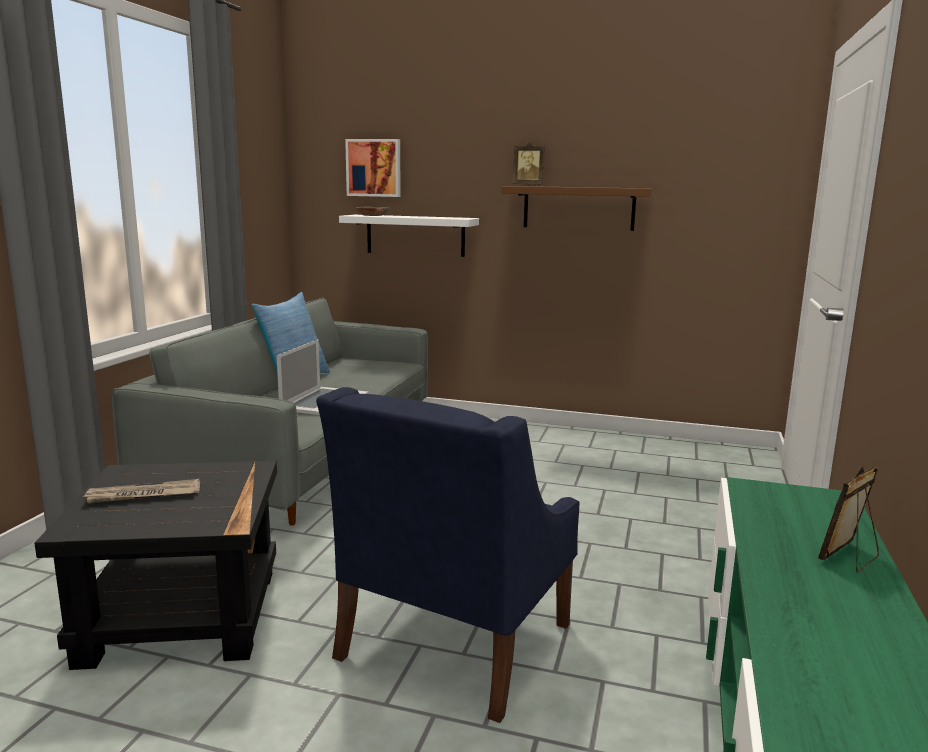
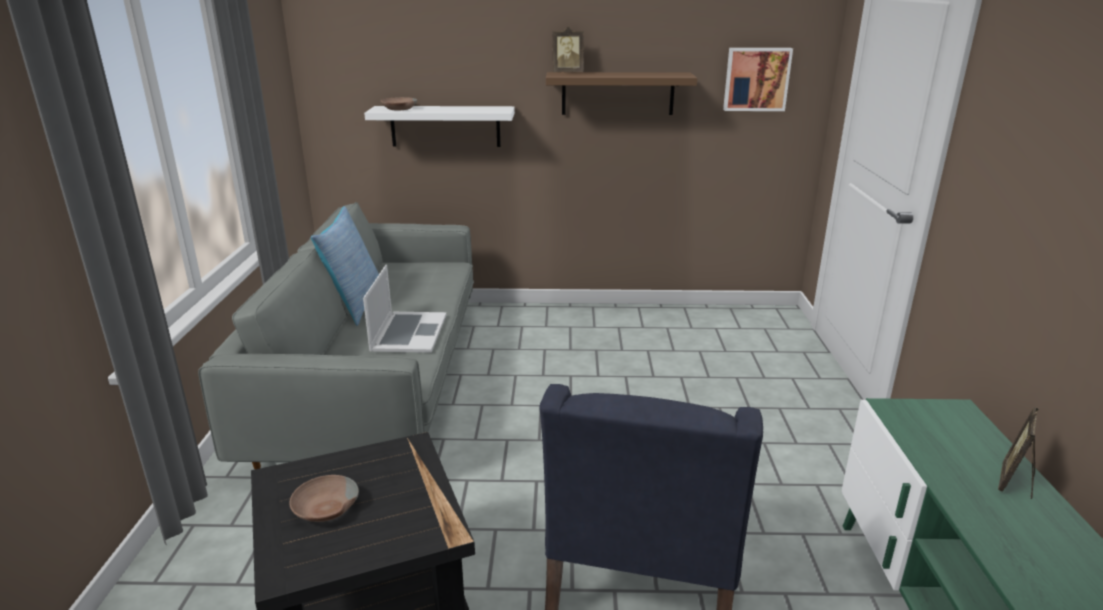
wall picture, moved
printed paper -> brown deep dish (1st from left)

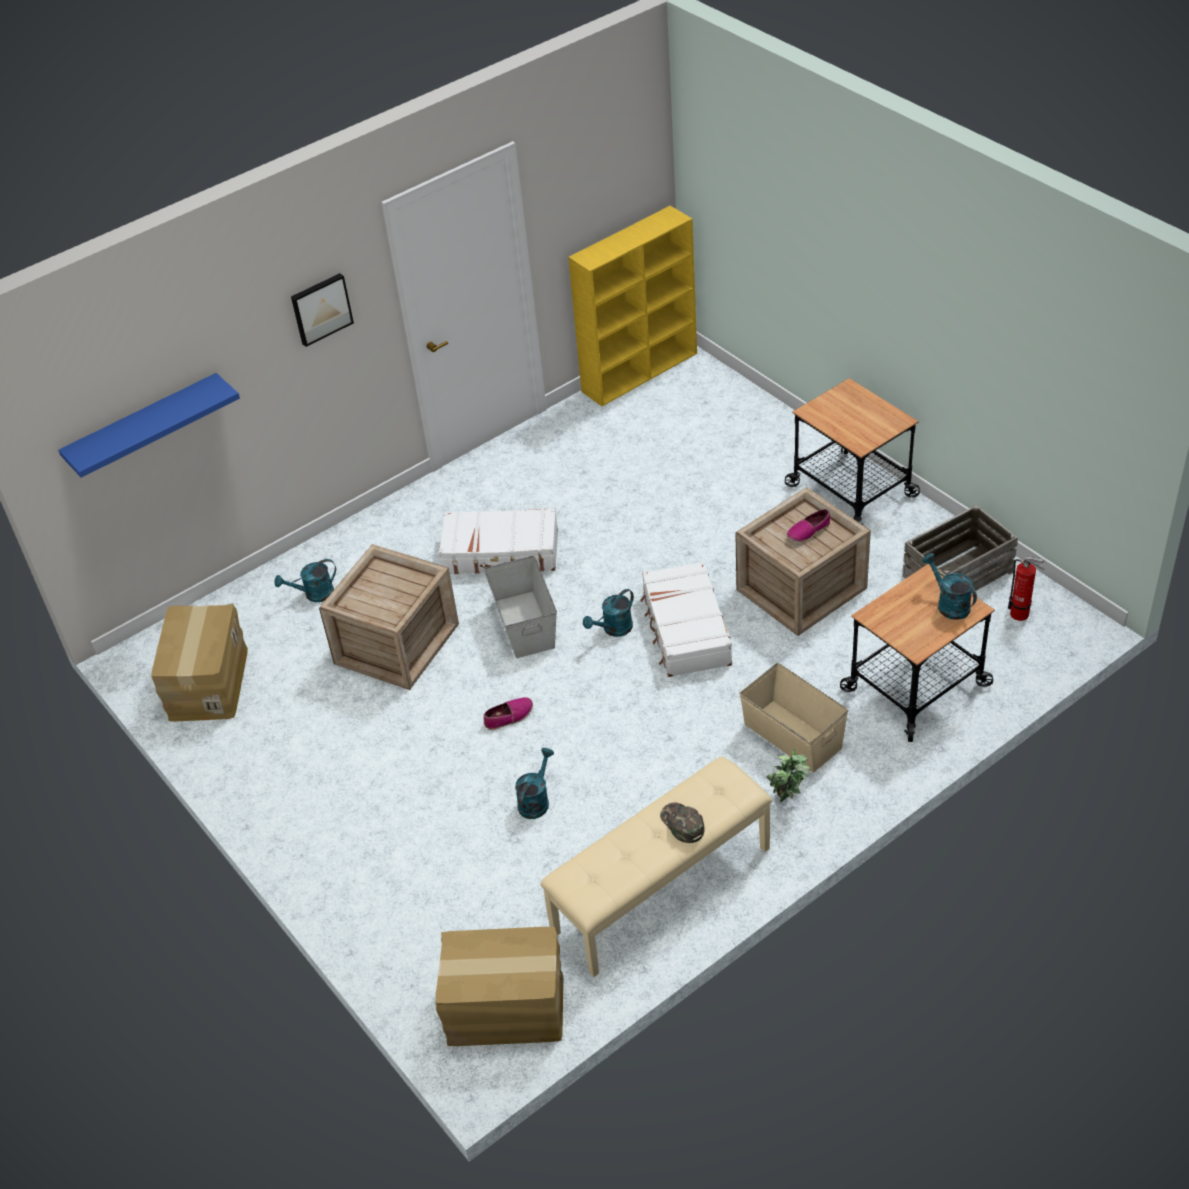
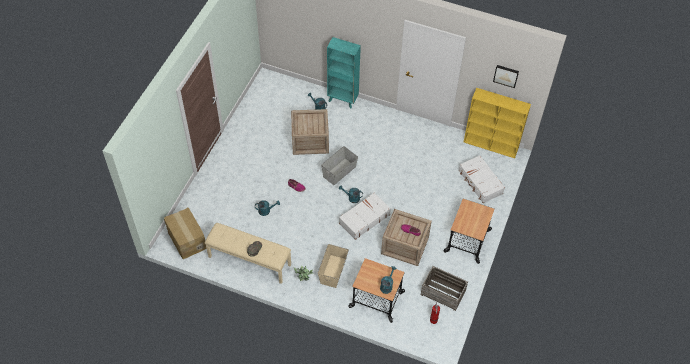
wall picture, moved
blue bracket shelf -> none
whitish piece of luggage (1st from left in the first image) -> whitish piece of luggage (2nd from left), moved
cardboard box (1st from left) -> none
none -> turquoise bookshelf

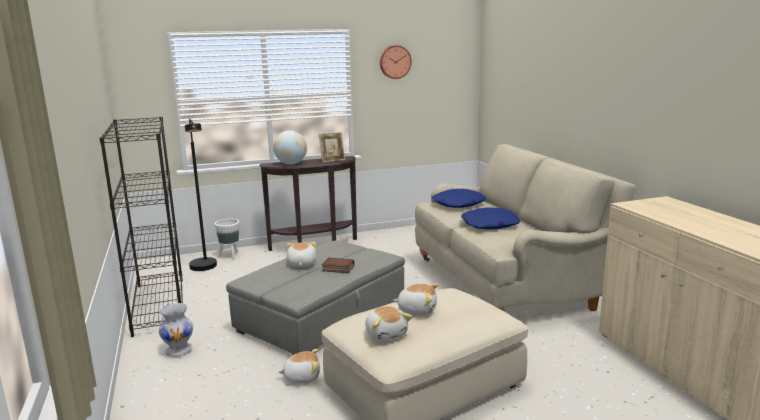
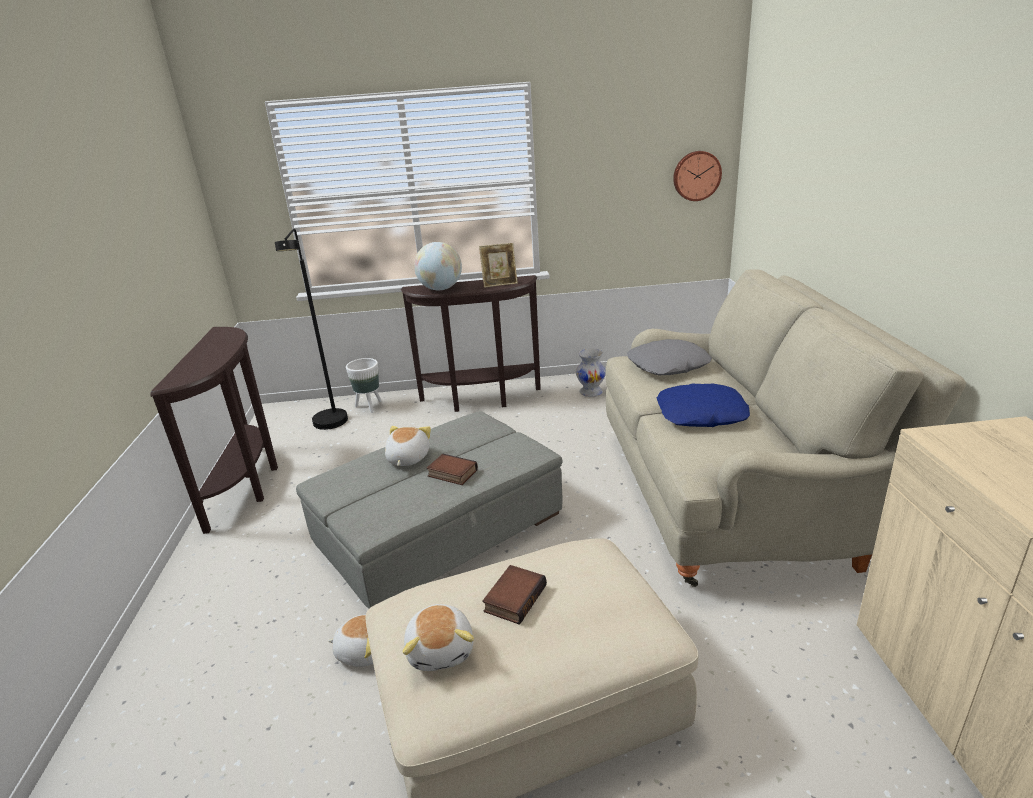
clock on the wall, moved
blackish bookshelf -> brown console table (1st from left)
blue pillow (1st from left) -> greyish pillow
soft toy (4th from left) -> volume (2nd from left)
whitish decorative vase, moved

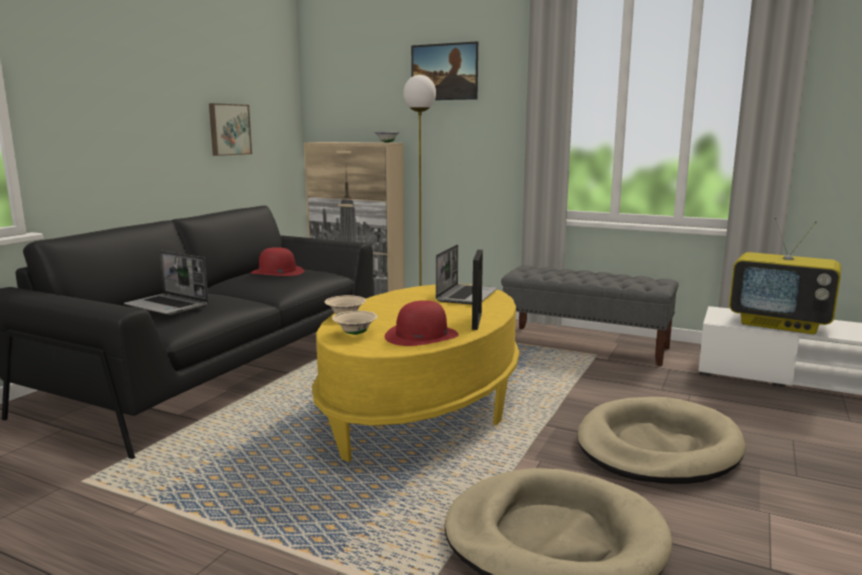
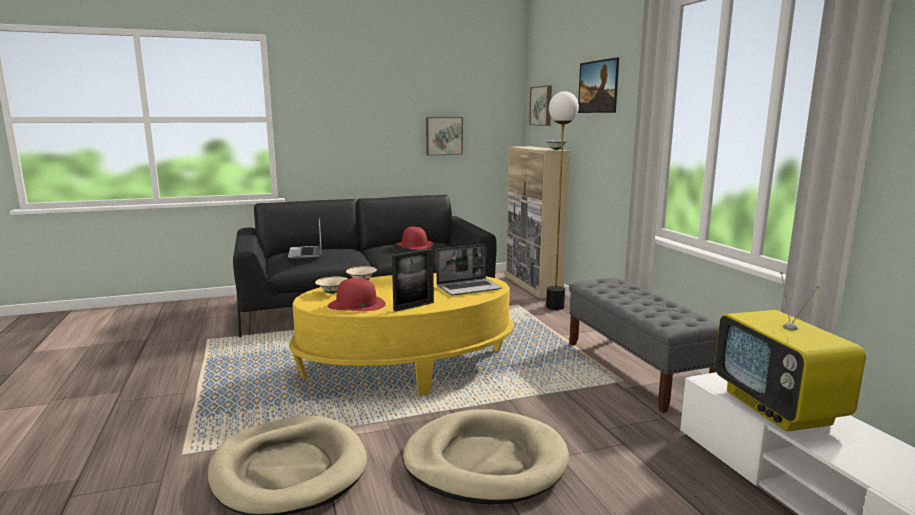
none -> wall picture (2nd from left)

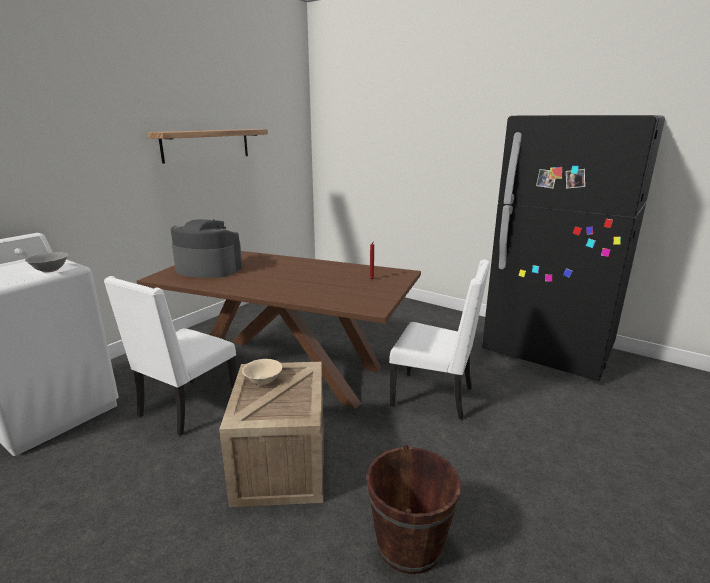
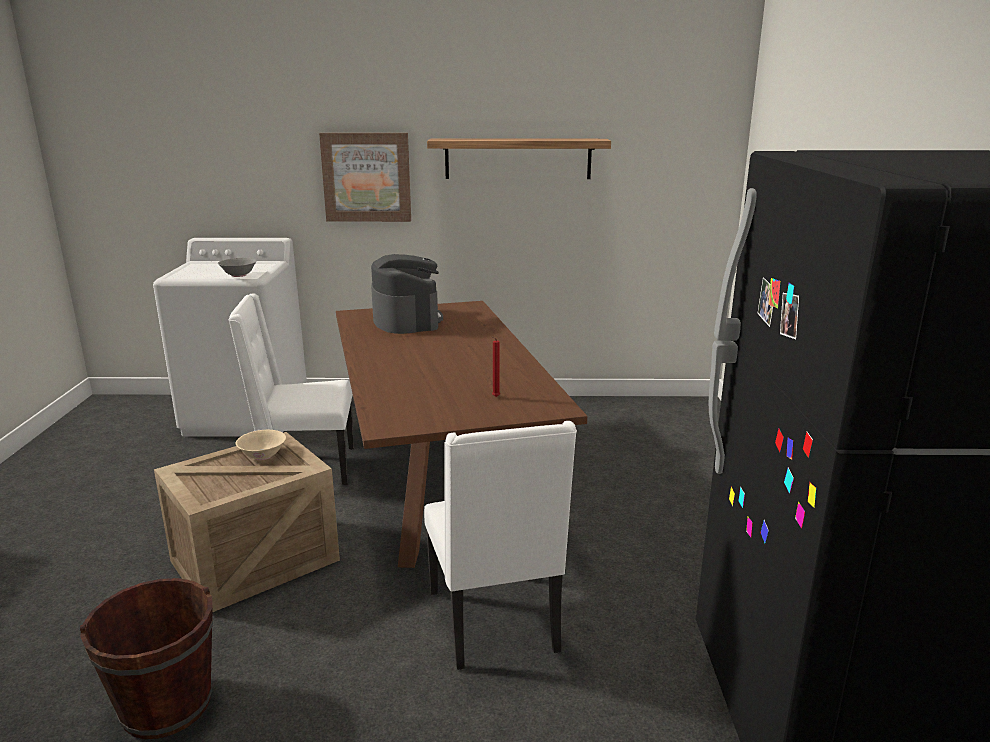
none -> wall picture

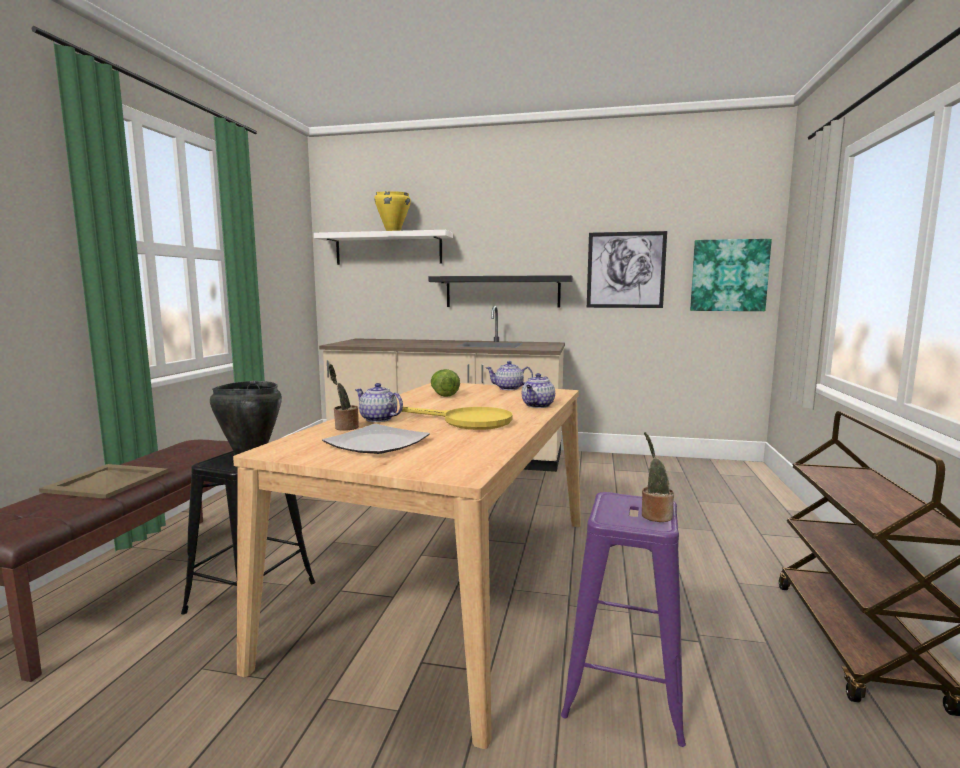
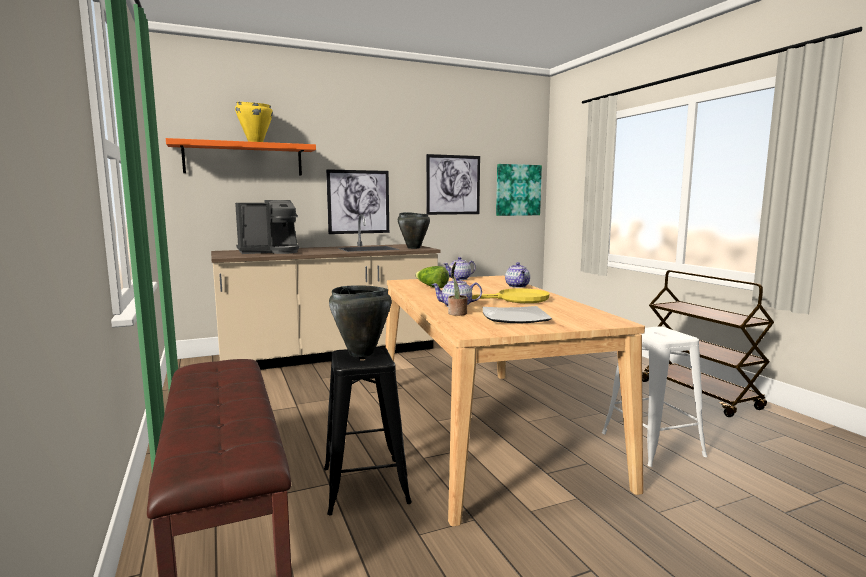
whitish bracket shelf -> orange-coloured bracket shelf
blackish bracket shelf -> wall picture (1st from left)
potted plant (2nd from left) -> none
beige-coloured carrying tray -> none
purple stool -> whitish stool
none -> coffee maker
none -> blackish cooking pot (2nd from left)

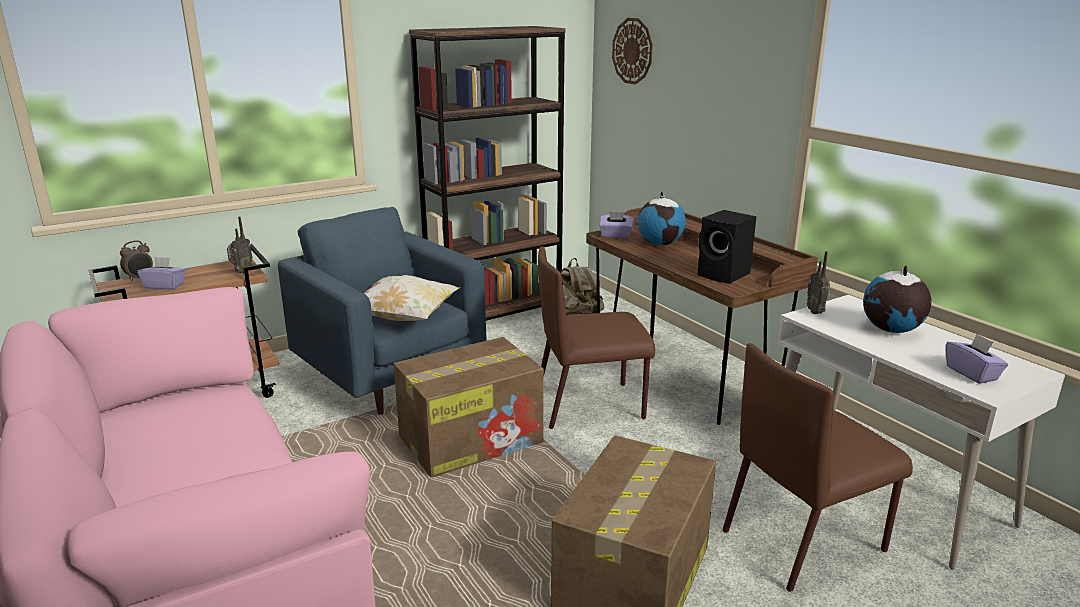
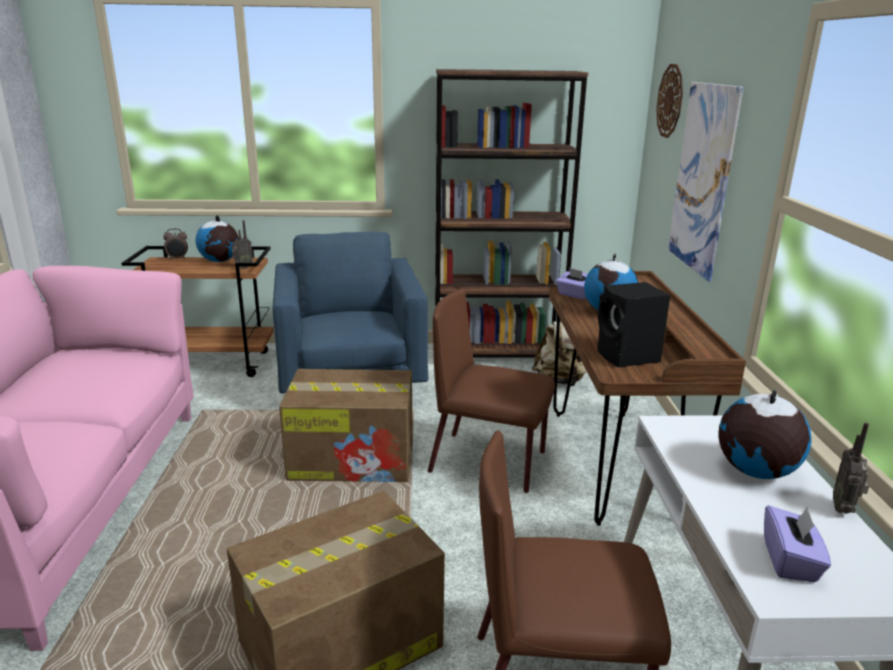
radio (2nd from left), moved
purple tissue box (1st from left) -> none
pillow -> none
none -> wall picture
none -> globe (1st from left)

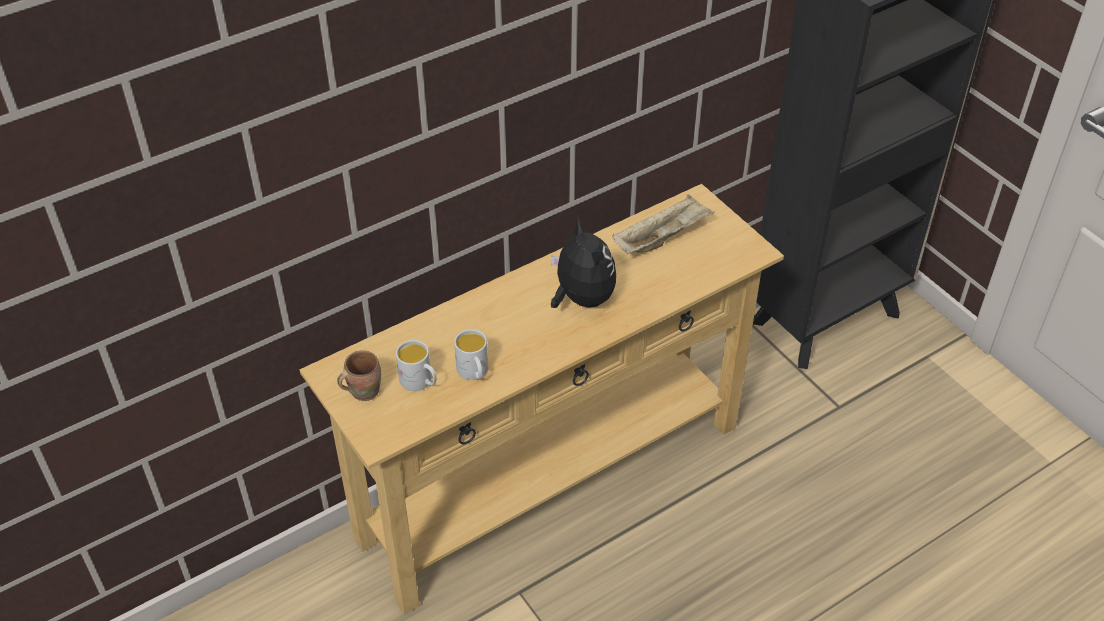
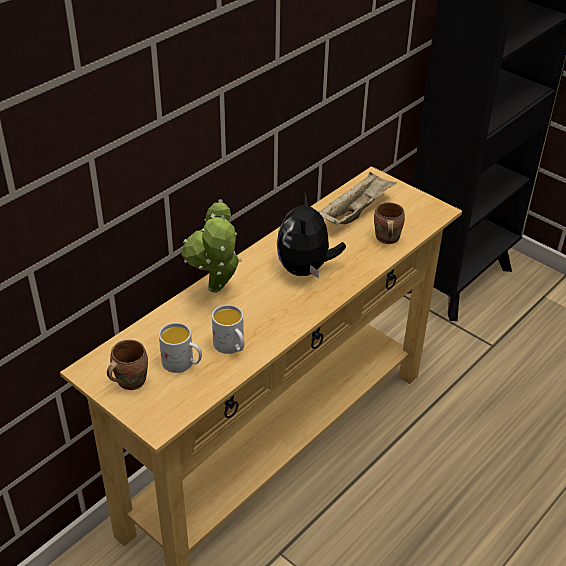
soft toy, 135 degrees counterclockwise
none -> potted plant
none -> brown coffee mug (2nd from left)

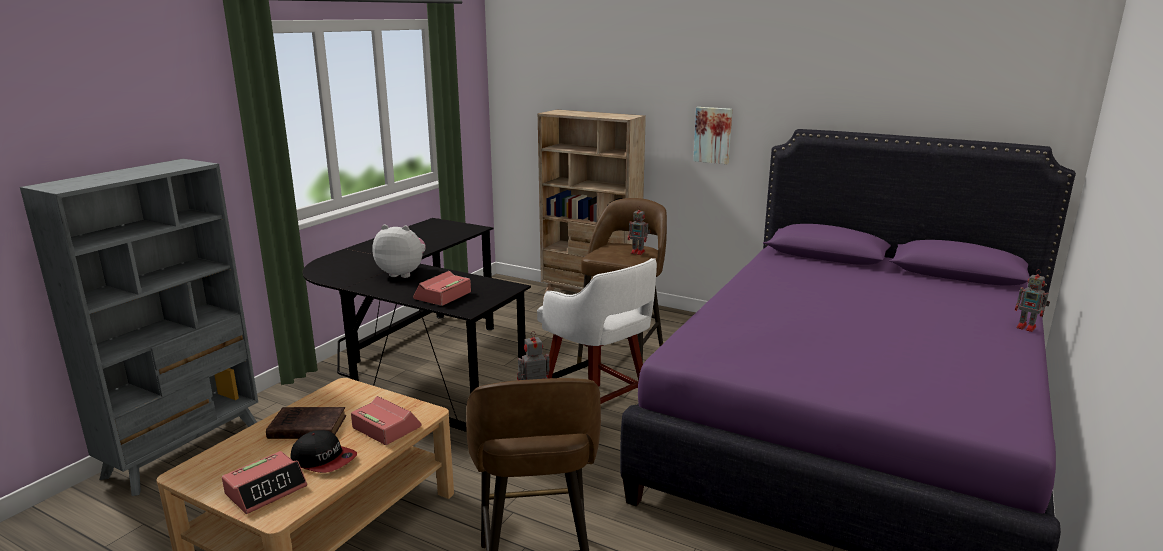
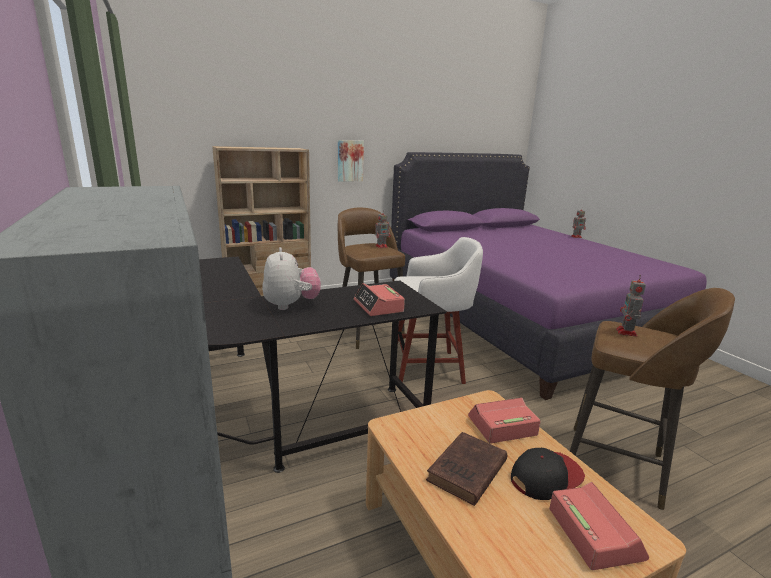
soft toy, 120 degrees clockwise

